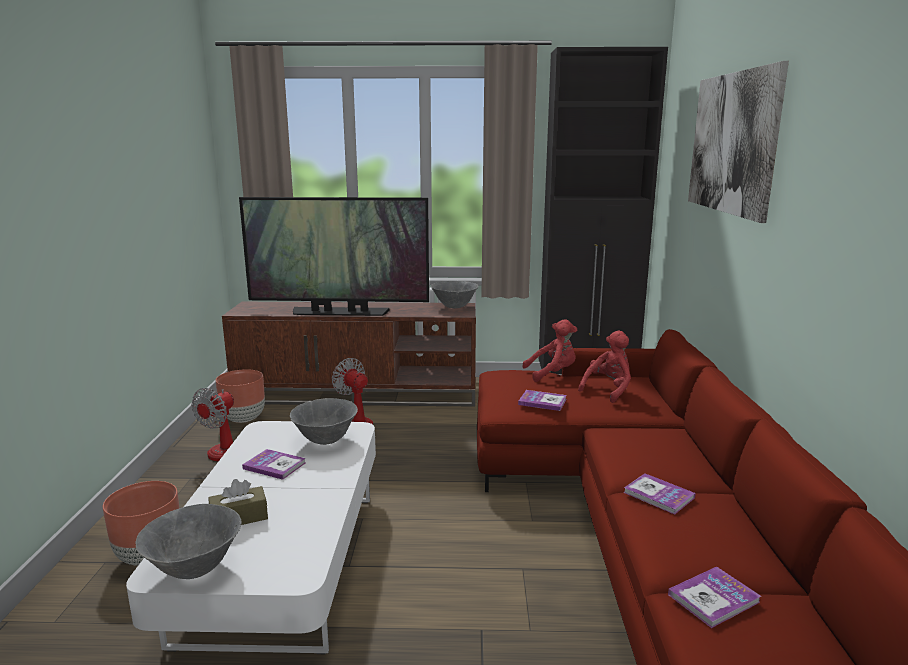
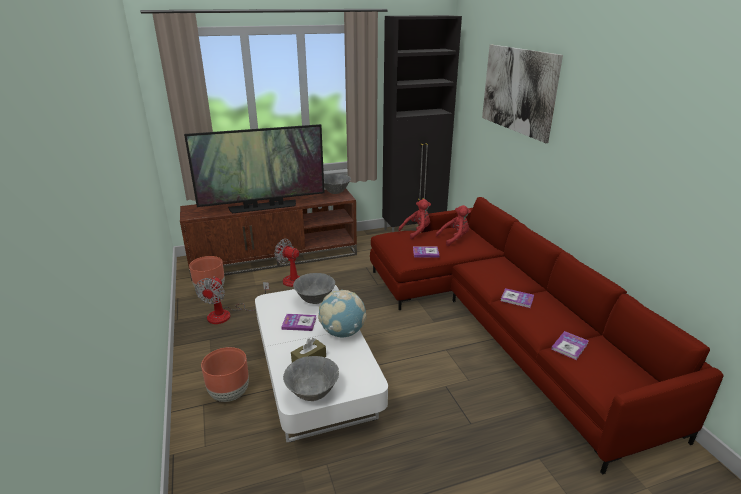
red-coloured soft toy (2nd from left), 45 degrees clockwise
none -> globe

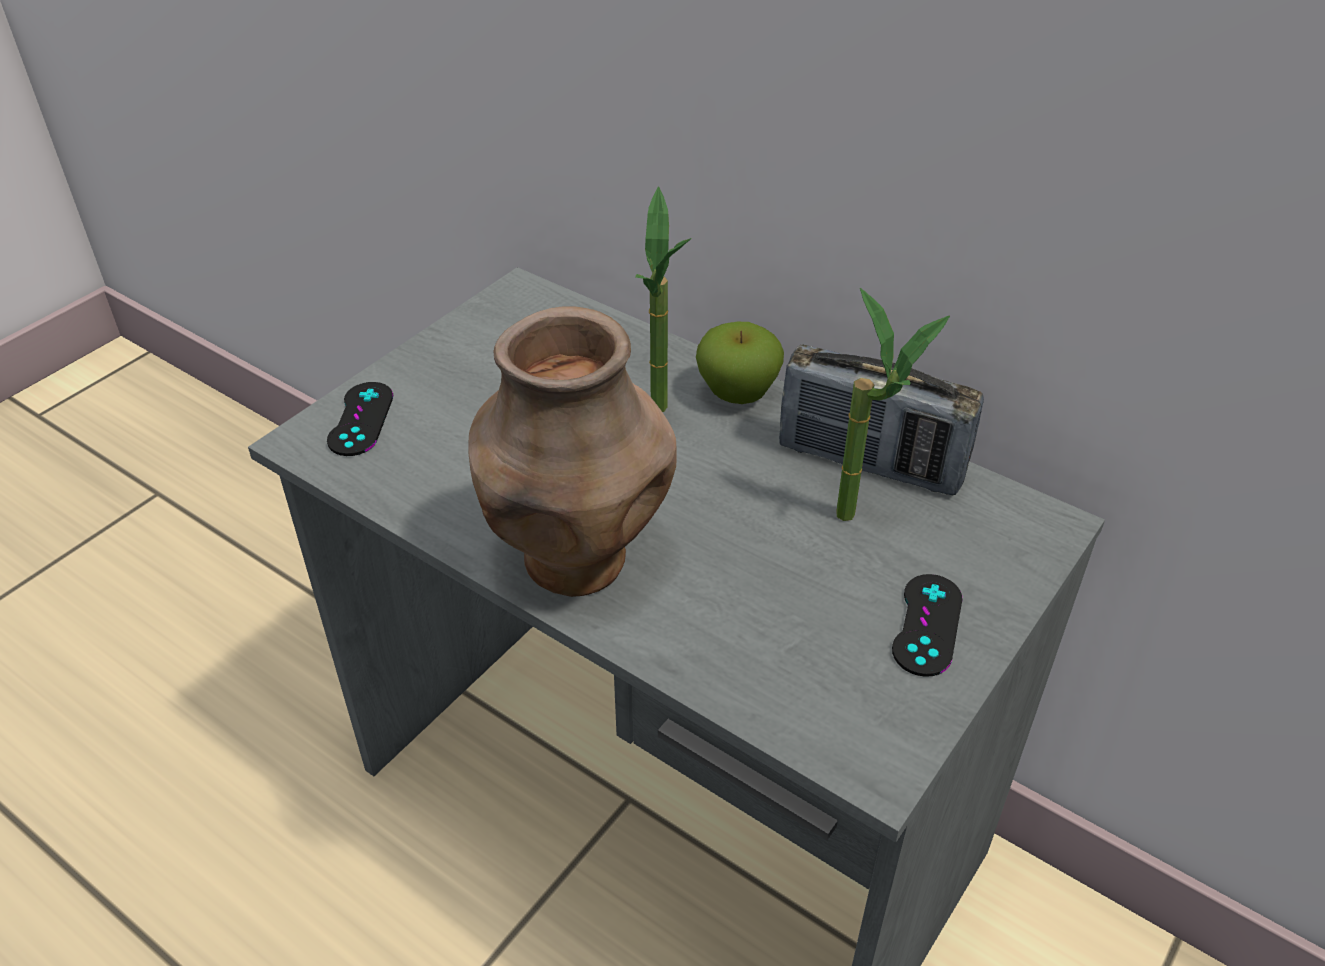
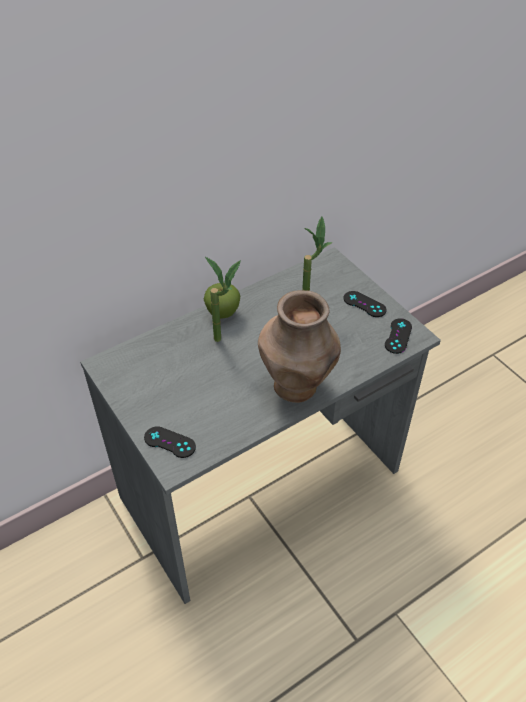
radio -> none
none -> blackish joypad (3rd from left)

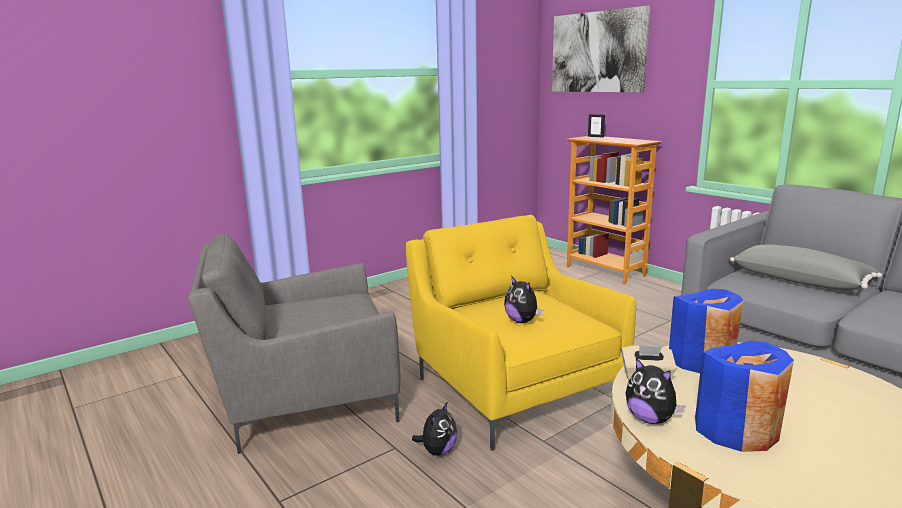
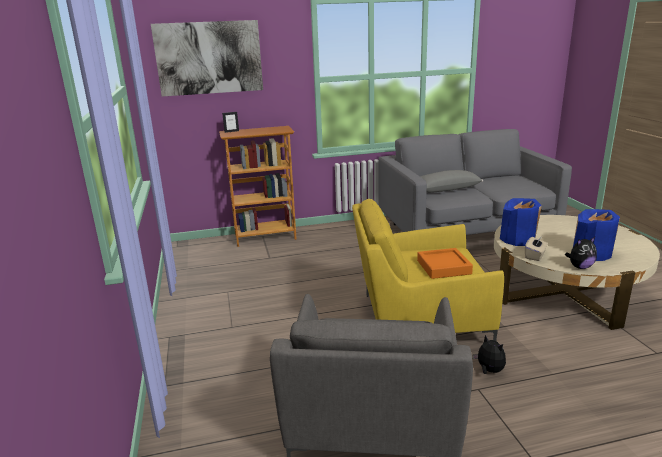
soft toy (2nd from left) -> orange-coloured carrying tray

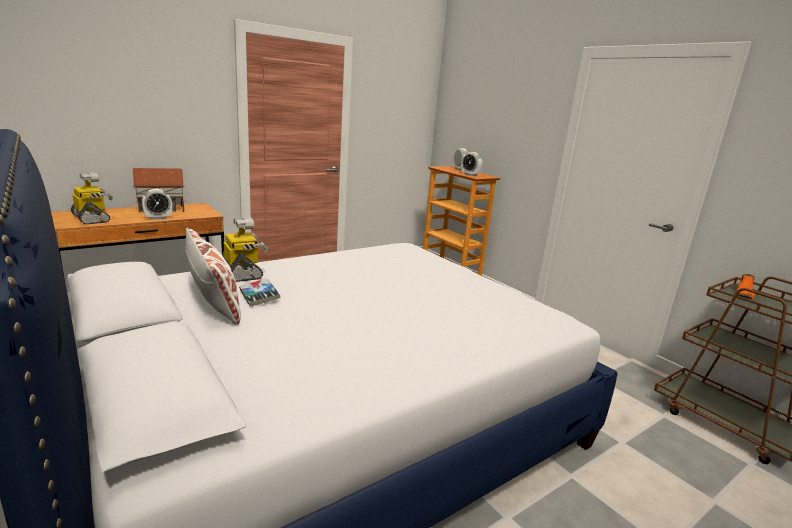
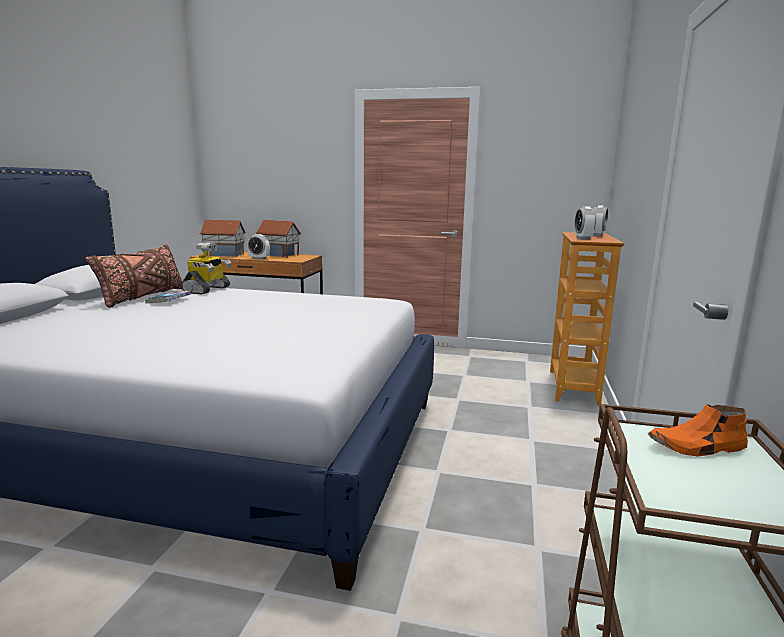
robot figure (1st from left) -> toy house (1st from left)
whitish pillow -> brown pillow

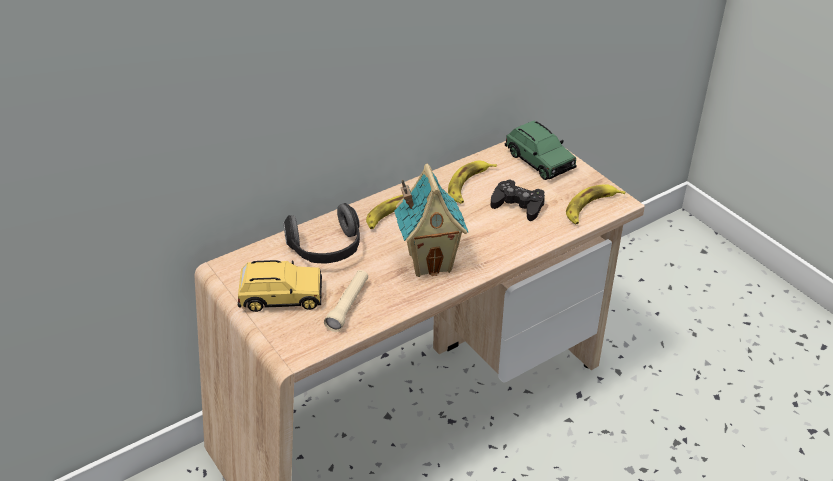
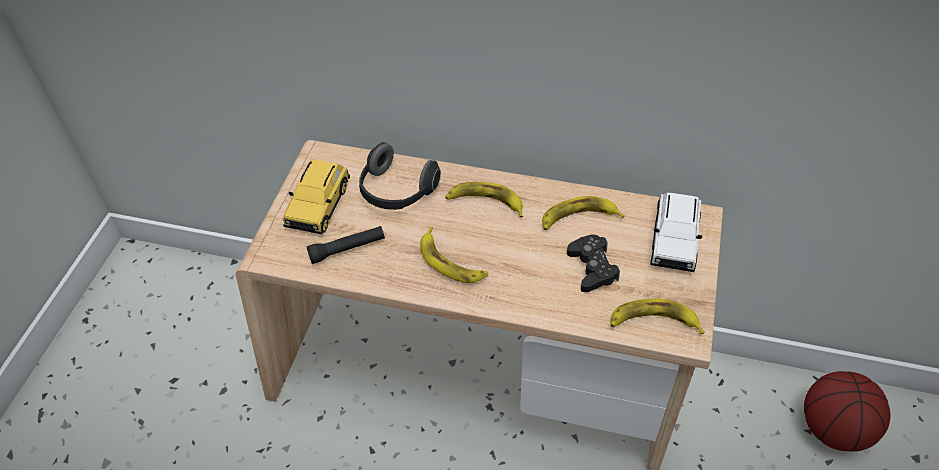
greenish toy car -> whitish toy car
toy house -> banana (1st from left)
yellow-coloured toy car, 60 degrees clockwise
beige-coloured flashlight -> blackish flashlight
none -> basketball

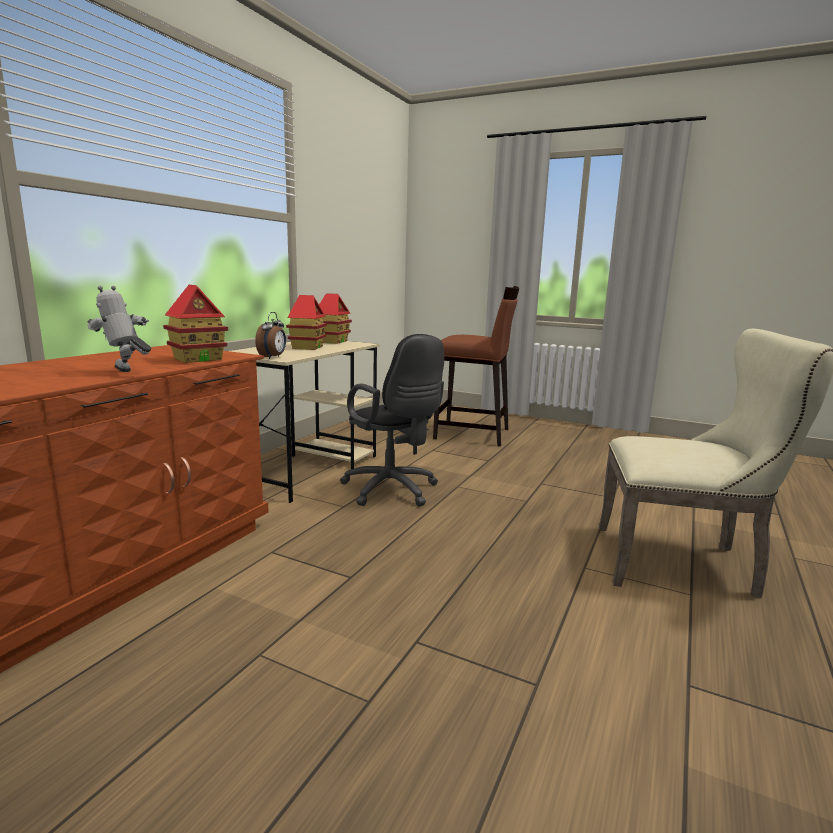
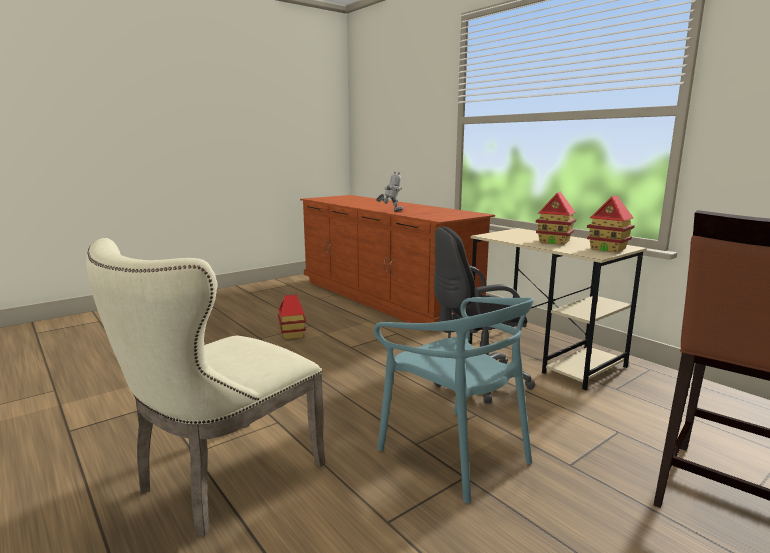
toy house (1st from left), moved
bedside clock -> none
none -> turquoise plain chair

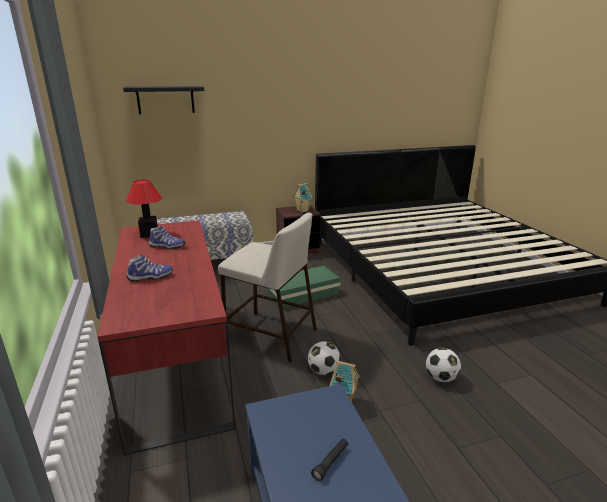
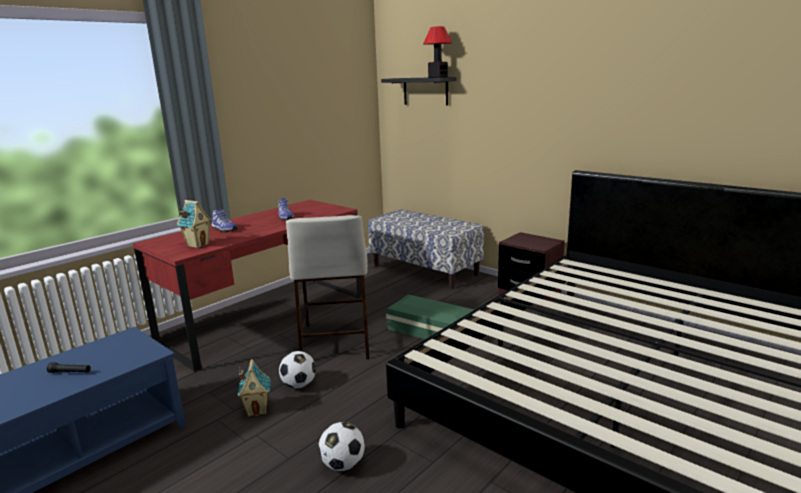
tabletop lamp, moved
toy house (1st from left), moved

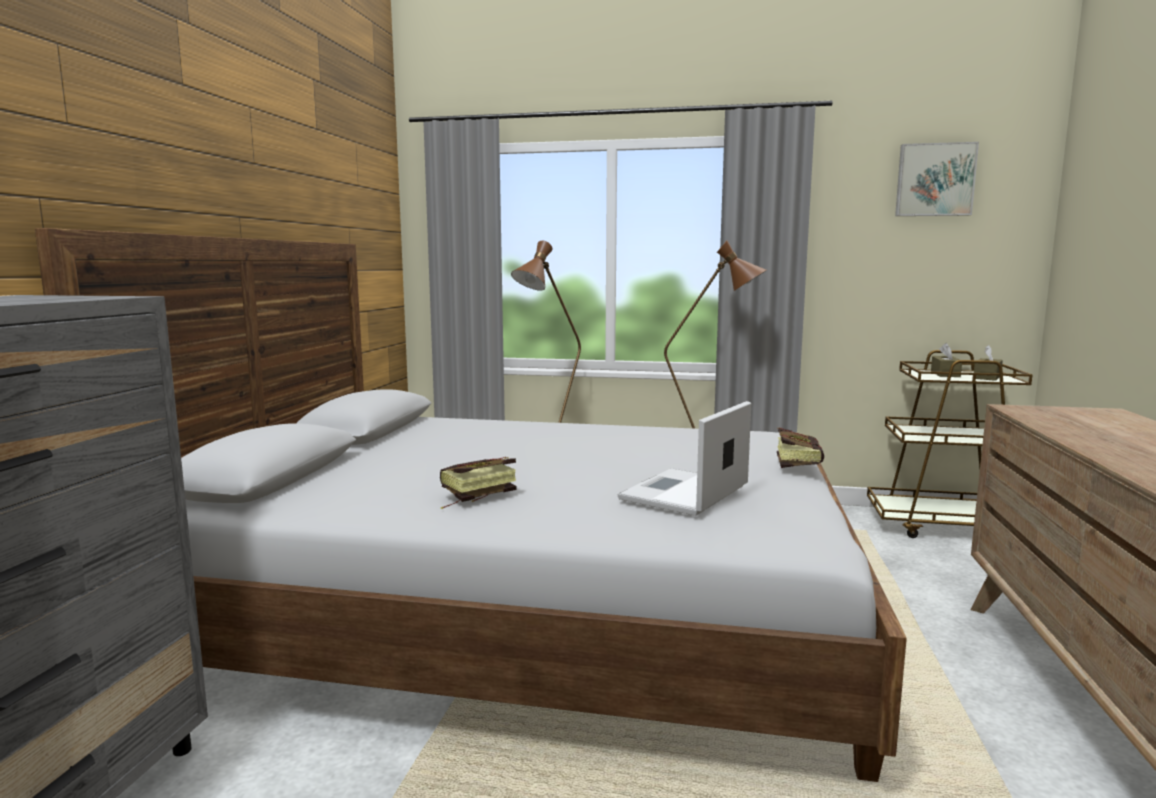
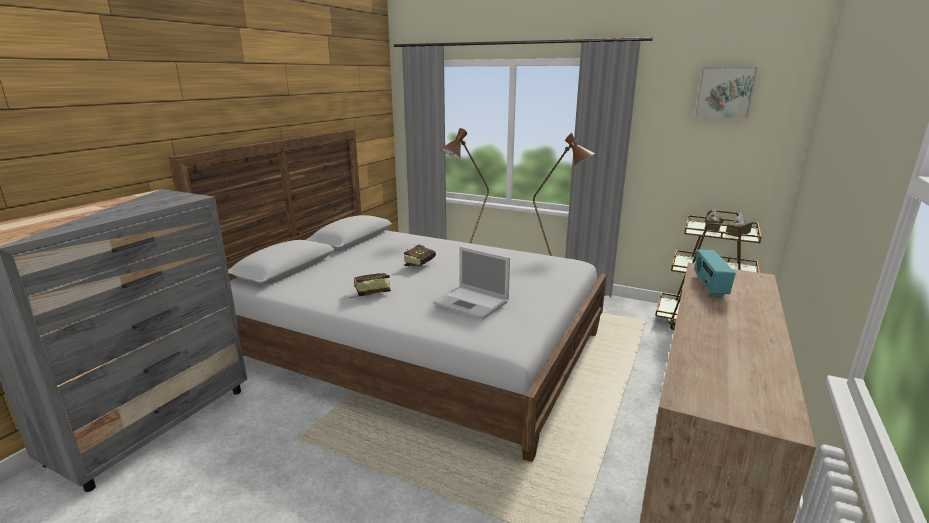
portable computer, 105 degrees counterclockwise
volume (2nd from left), moved
none -> radio

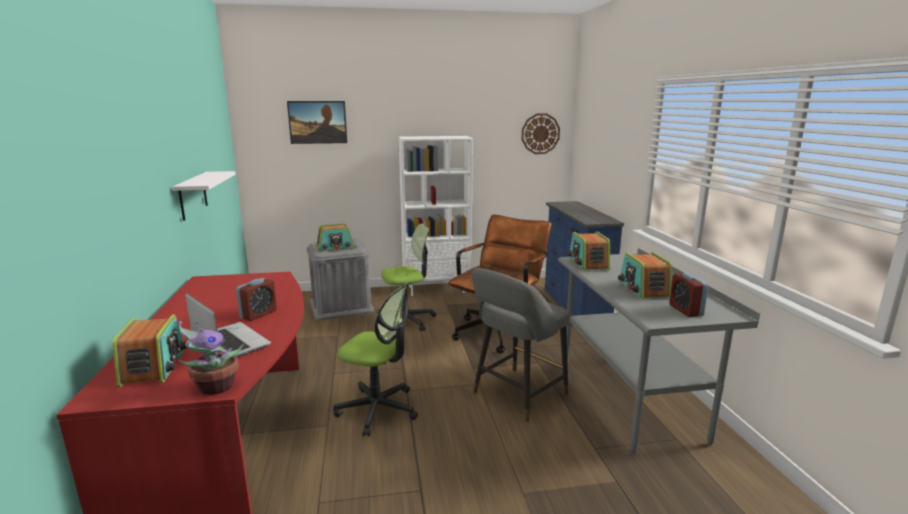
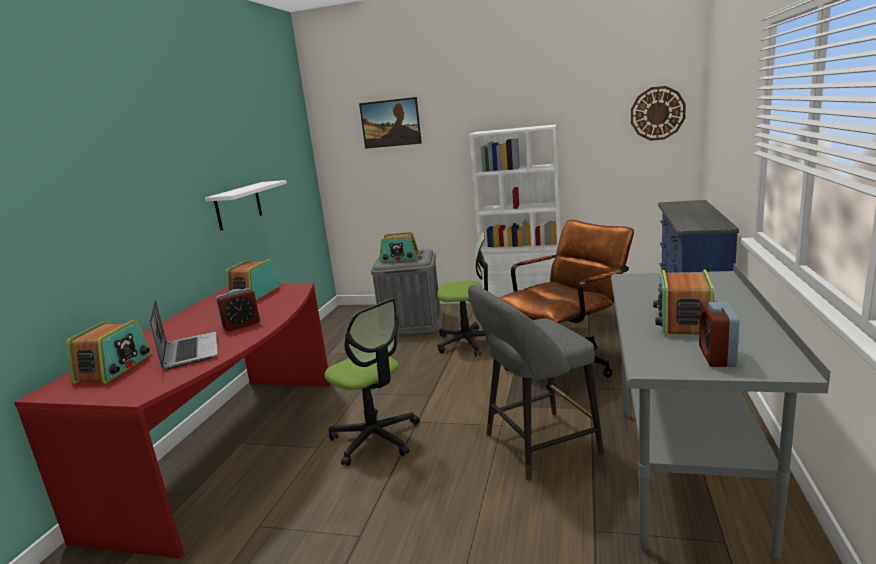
radio (3rd from left in the first image) -> radio (2nd from left), moved
potted plant -> none

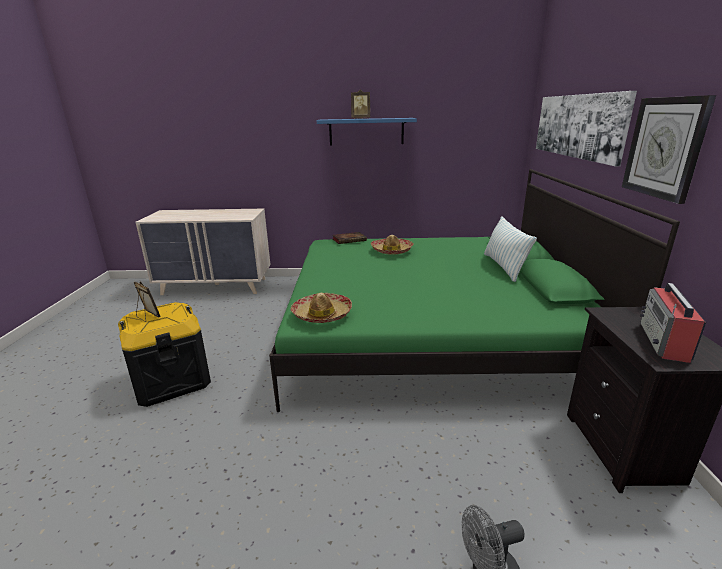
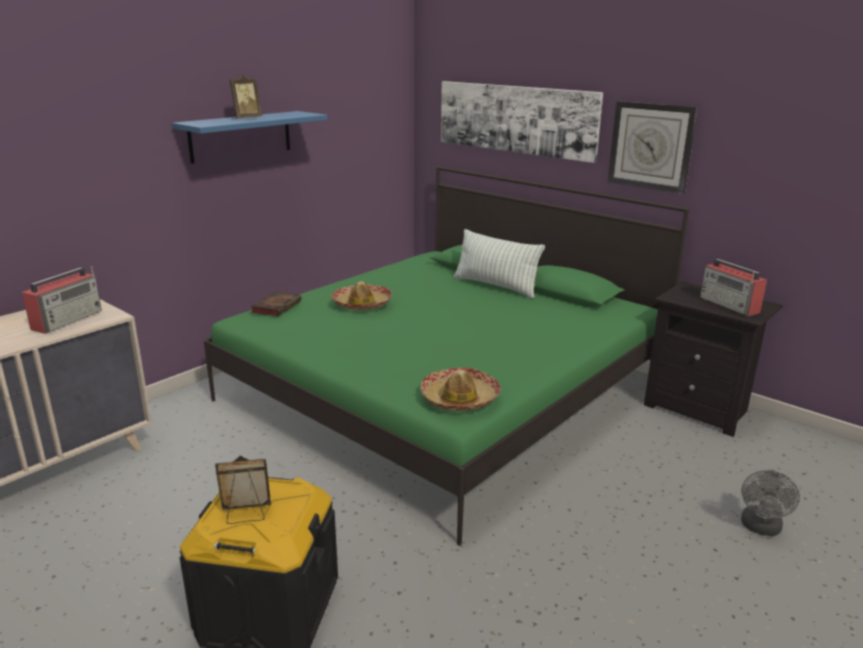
none -> radio (1st from left)

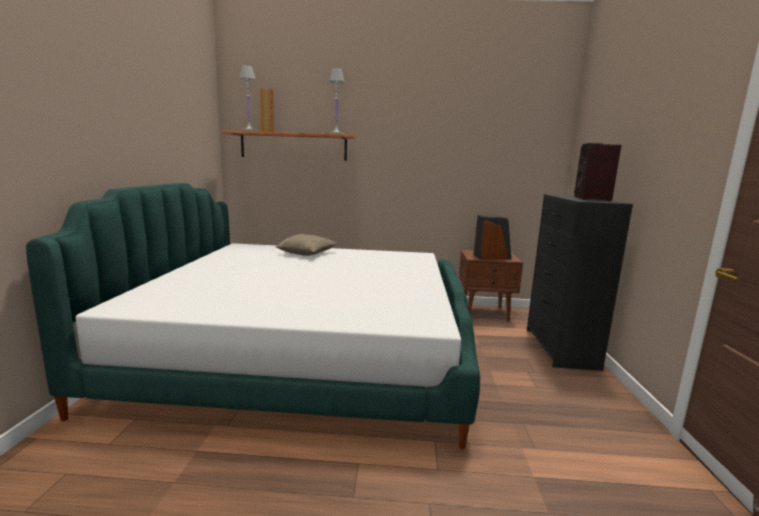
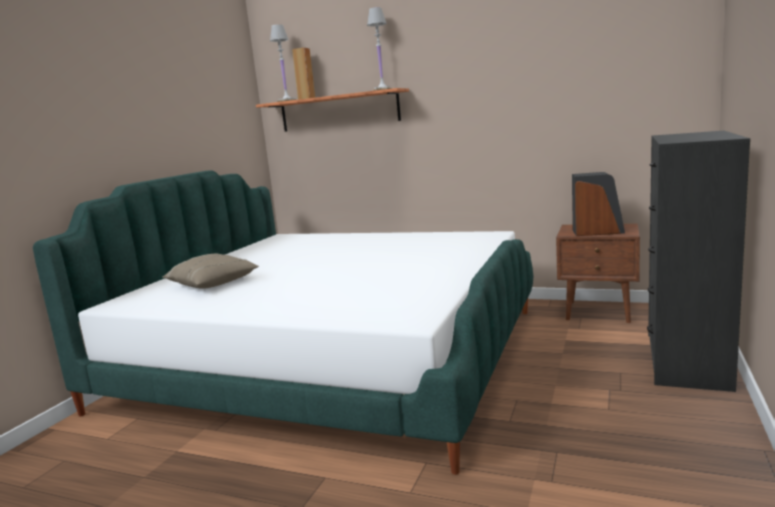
radio -> none
beige-coloured pillow, moved

